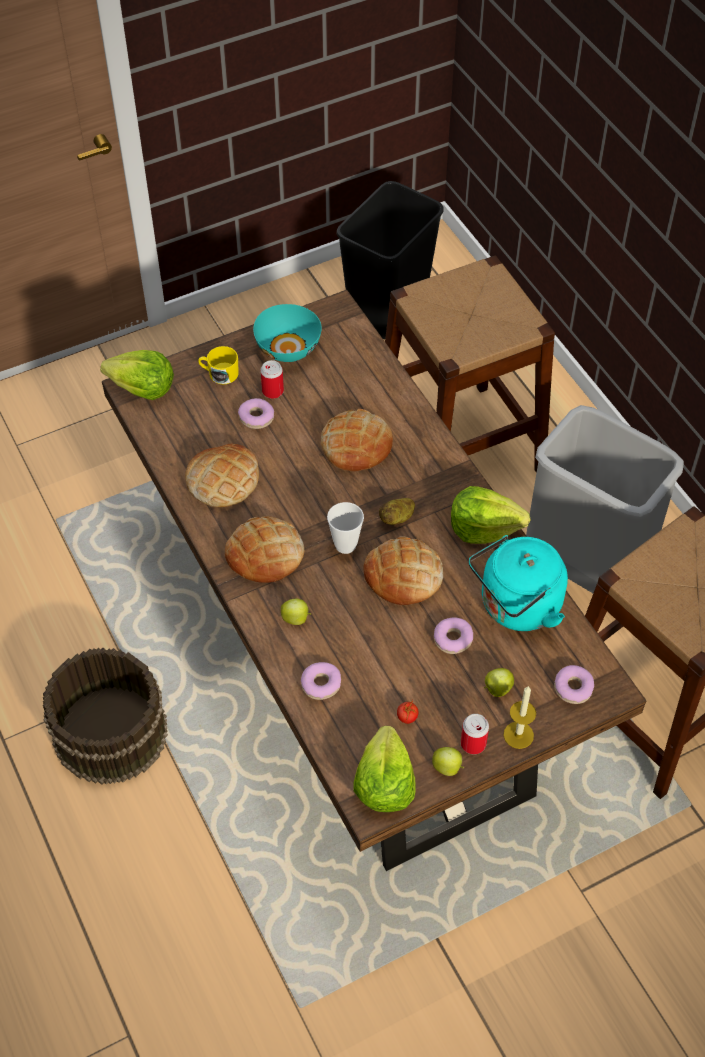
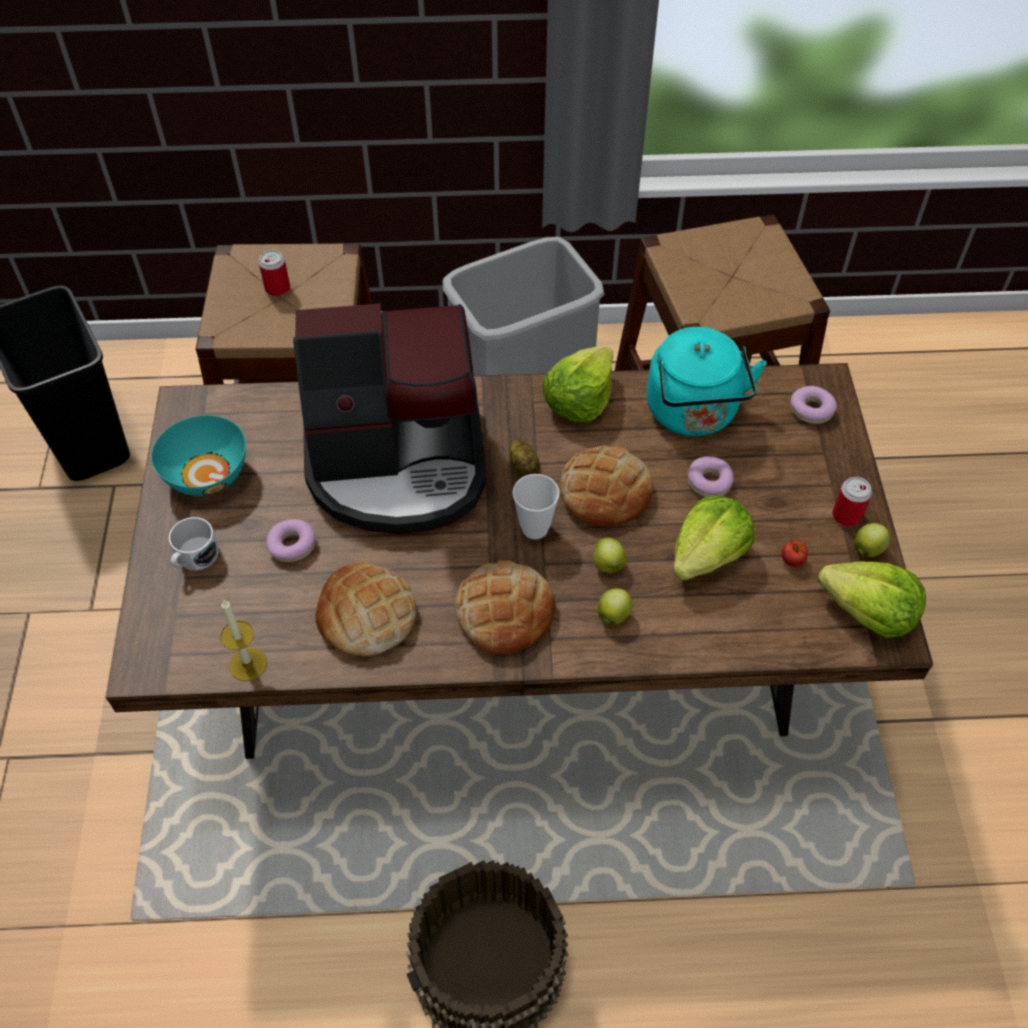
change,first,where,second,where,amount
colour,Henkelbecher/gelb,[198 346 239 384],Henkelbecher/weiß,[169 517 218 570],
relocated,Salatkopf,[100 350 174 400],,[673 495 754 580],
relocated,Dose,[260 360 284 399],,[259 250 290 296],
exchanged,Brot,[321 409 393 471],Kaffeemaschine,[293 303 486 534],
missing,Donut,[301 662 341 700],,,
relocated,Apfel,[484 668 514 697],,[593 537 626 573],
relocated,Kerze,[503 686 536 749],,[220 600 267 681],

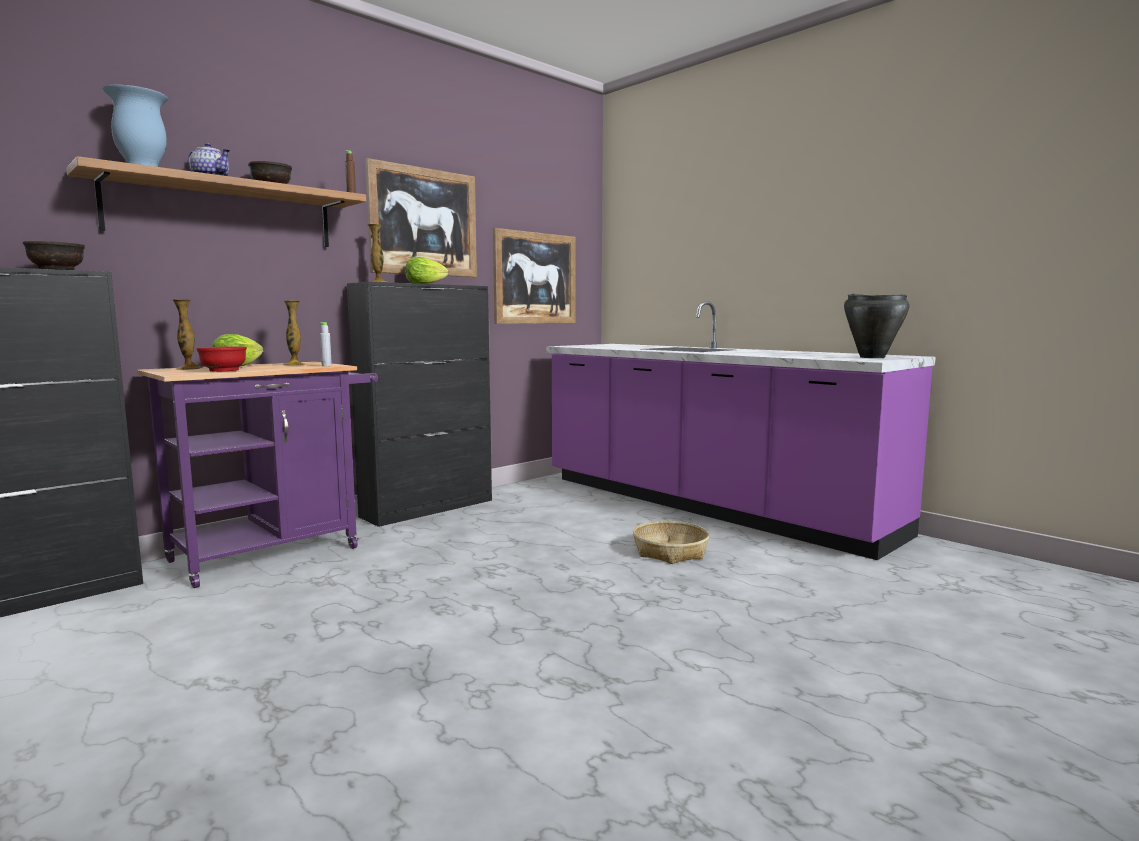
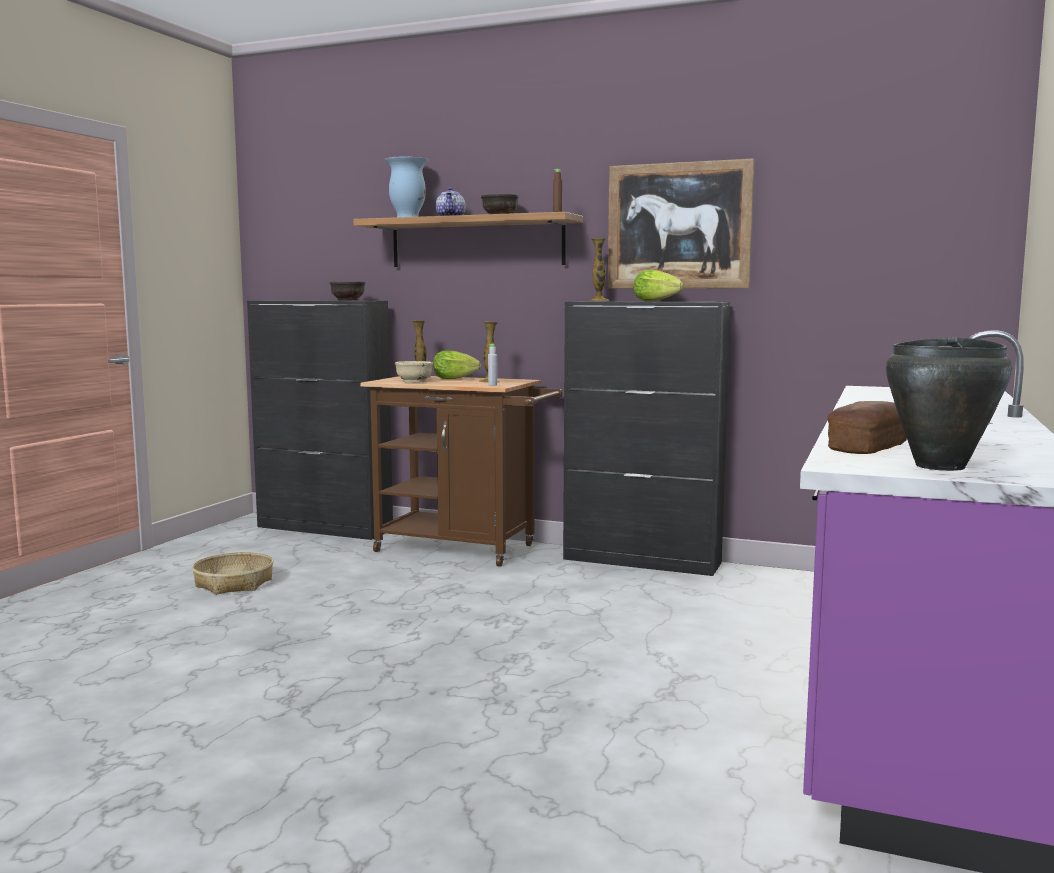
change,first,where,second,where,amount
missing,Bild,[493 228 576 324],,,
colour,Schüssel/rot,[197 347 247 371],Schüssel/beige,[395 361 433 383],
colour,Rollwagen/lila,[137 361 378 588],Rollwagen/braun,[360 376 562 567],
relocated,Korb,[633 521 709 564],,[192 552 274 595],
appeared,,,Brot,[827 401 907 454],

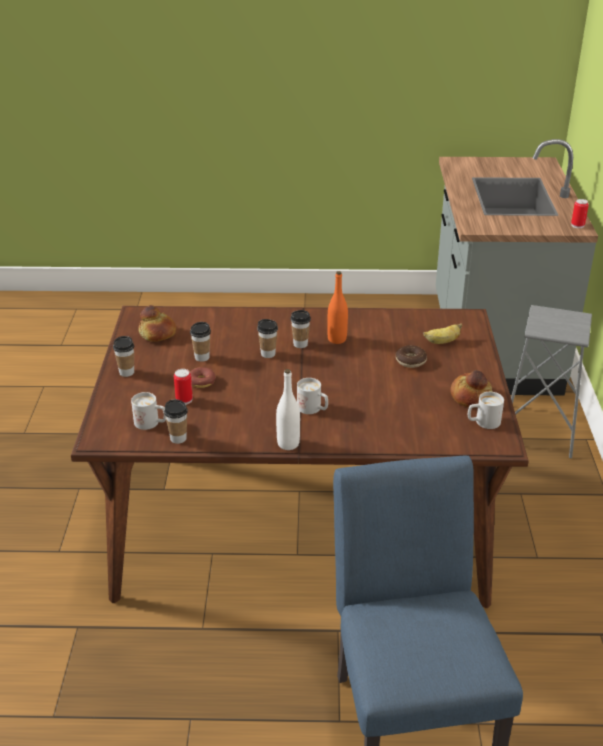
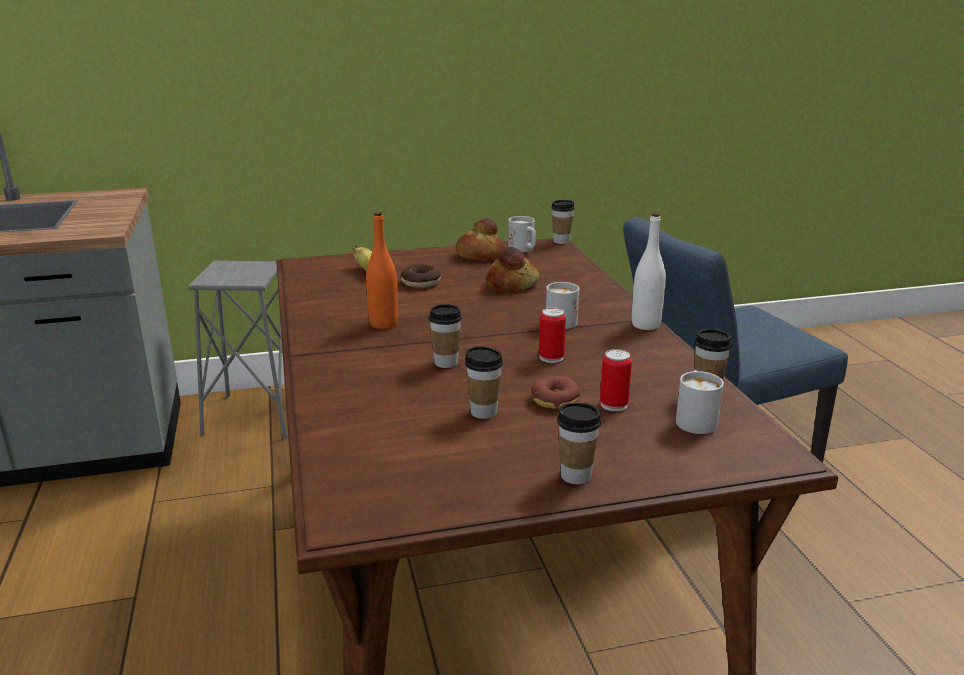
change,first,where,second,where,amount
relocated,Dose,[571 199 589 228],,[539 307 566 363],
relocated,Brot,[138 305 176 342],,[486 247 540 292],
relocated,Tasse,[290 310 311 348],,[551 200 575 244],

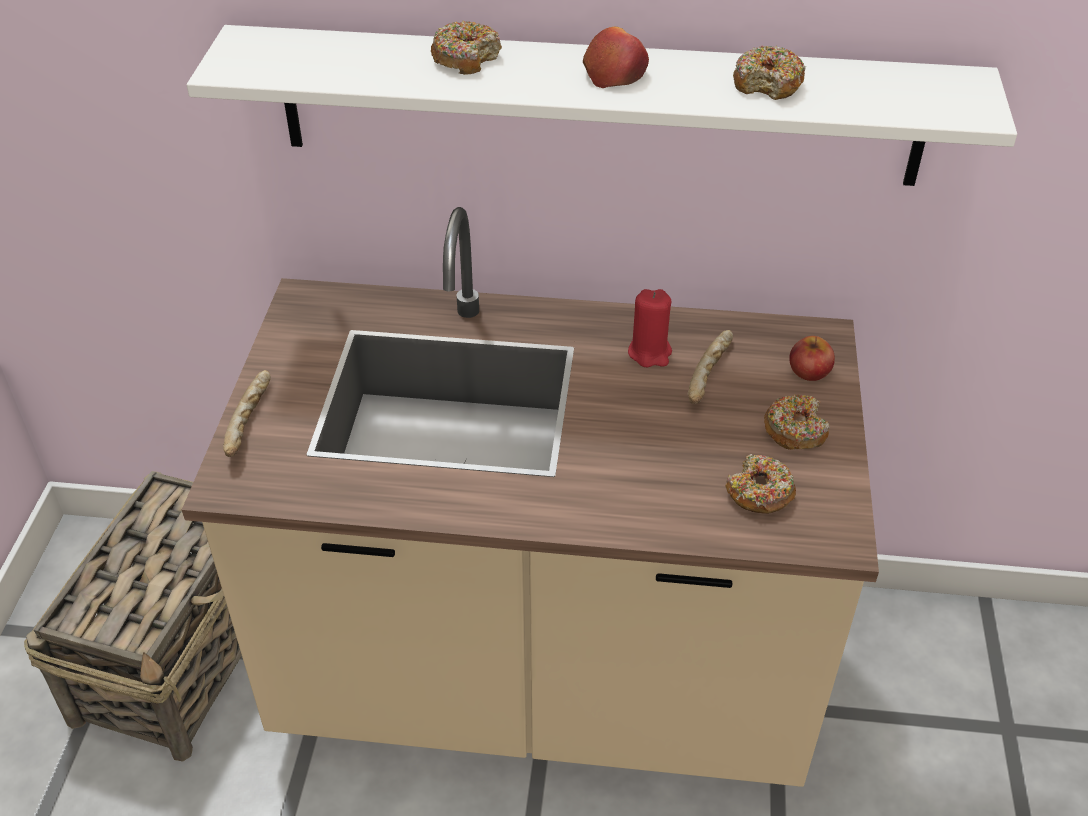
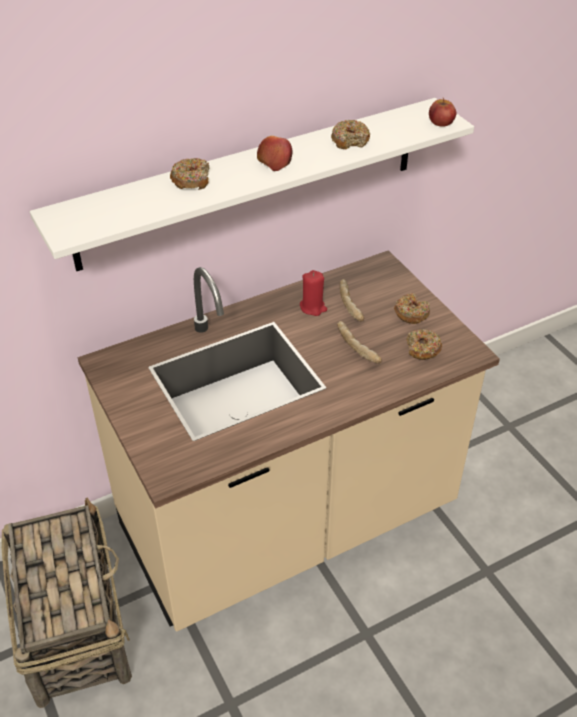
change,first,where,second,where,amount
relocated,Apfel,[789 336 835 381],,[429 98 456 127],
relocated,Brot,[223 370 271 457],,[337 321 382 364],

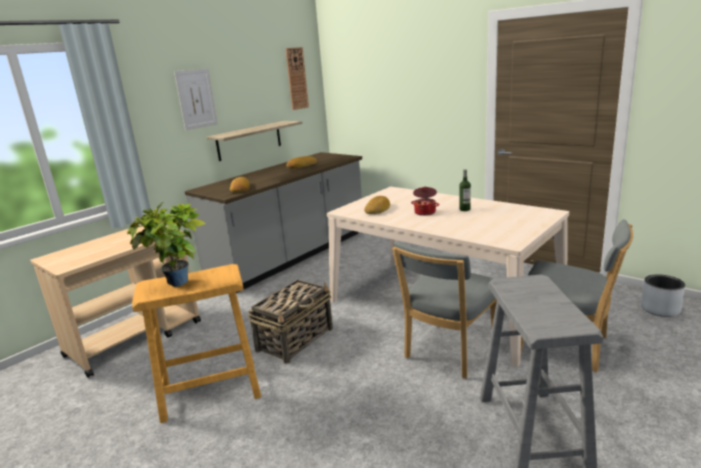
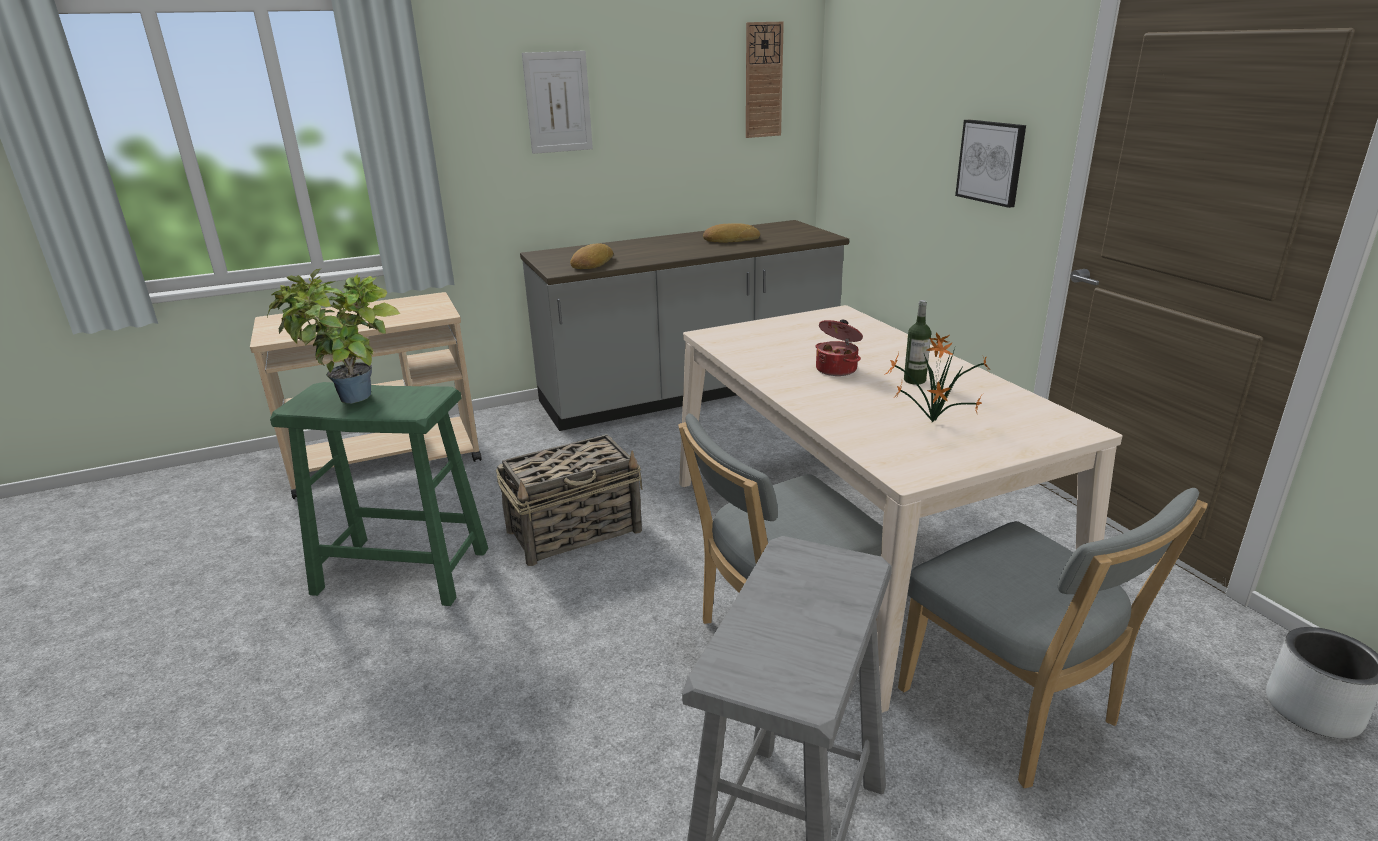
change,first,where,second,where,amount
missing,Wandregal,[206 121 302 161],,,
missing,Brot,[364 196 390 214],,,
colour,Hocker/beige,[132 264 261 423],Hocker/grün,[270 382 488 606],
appeared,,,Bild,[955 120 1026 208],
appeared,,,Topfpflanze,[884 332 991 422],

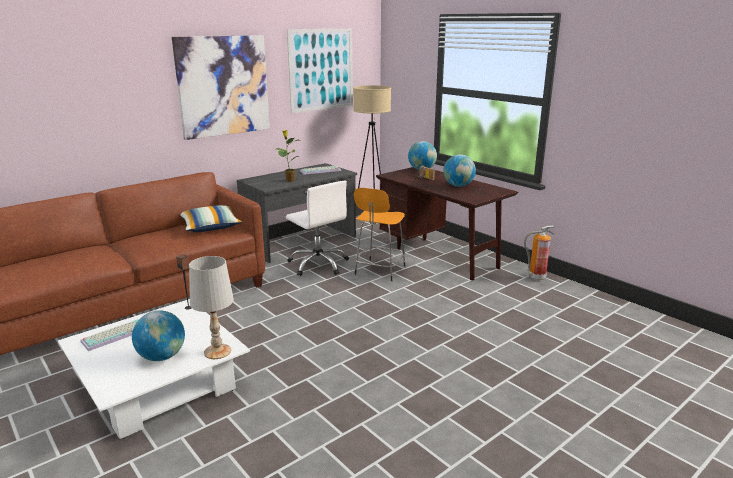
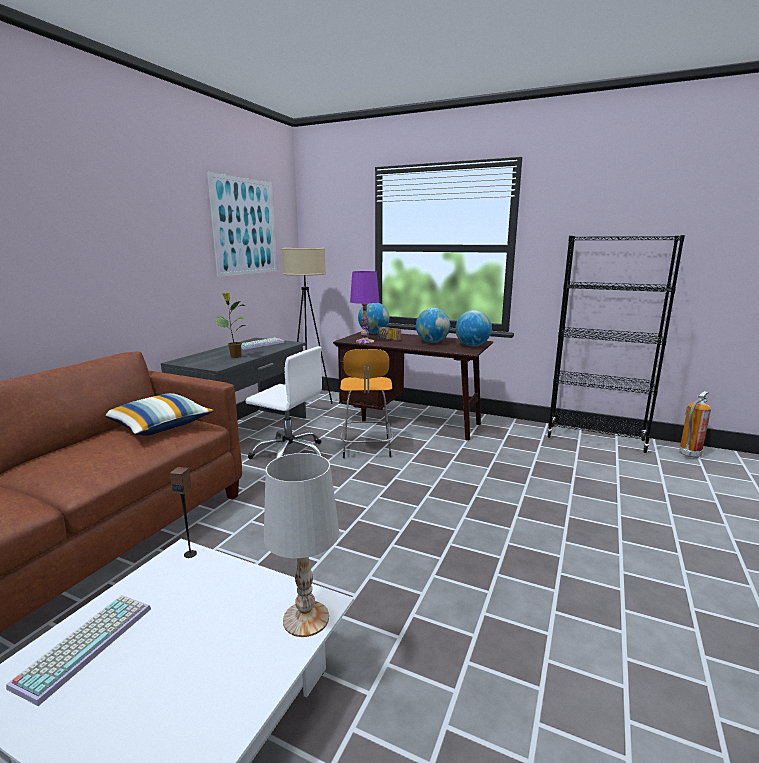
change,first,where,second,where,amount
missing,Bild,[172 35 270 140],,,
relocated,Feuerlöscher,[524 225 555 281],,[679 391 711 458],
relocated,Globus,[132 310 185 361],,[456 310 492 346],
appeared,,,Bücherregal/schwarz,[547 235 685 453],
appeared,,,Tischlampe/lila,[350 271 379 344],

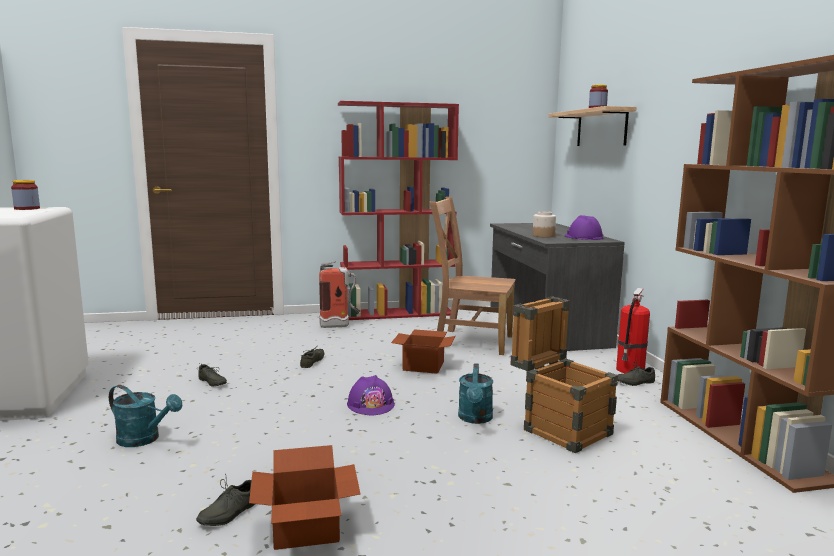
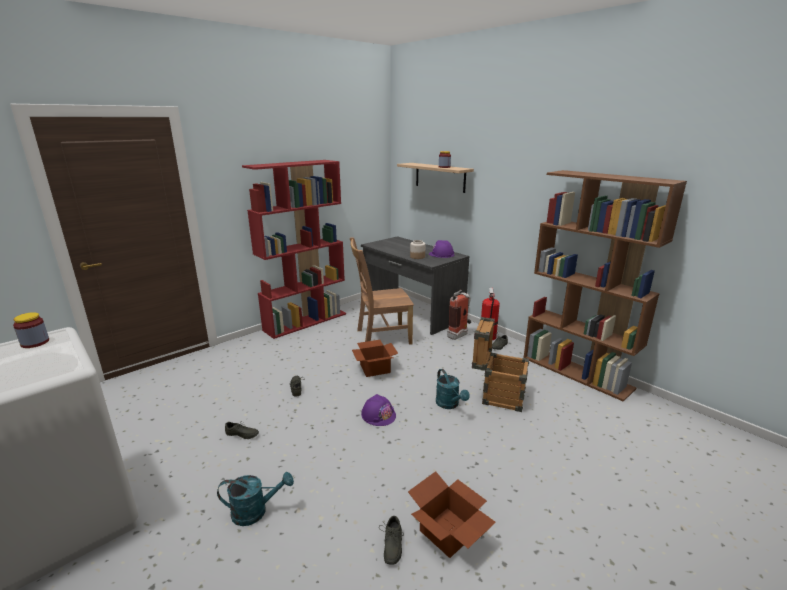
change,first,where,second,where,amount
relocated,Feuerlöscher,[319 261 361 328],,[447 290 471 340],

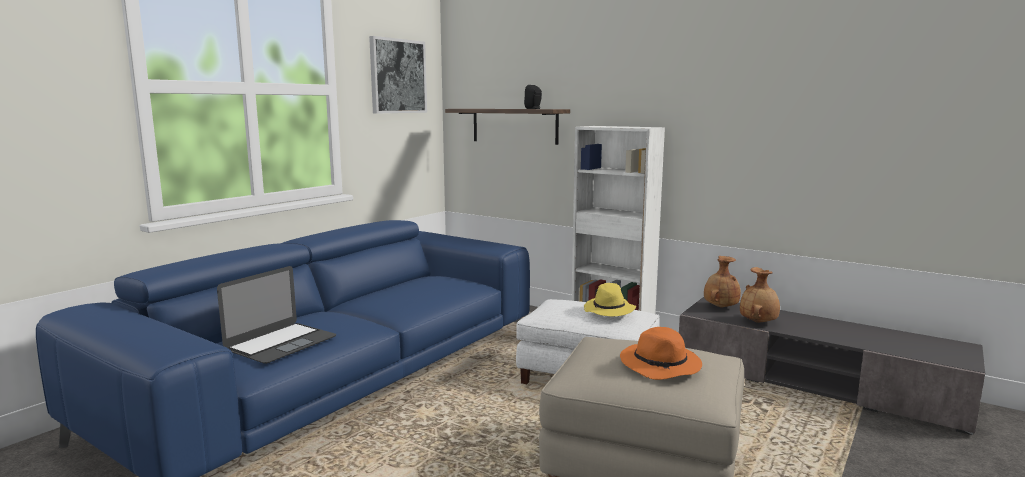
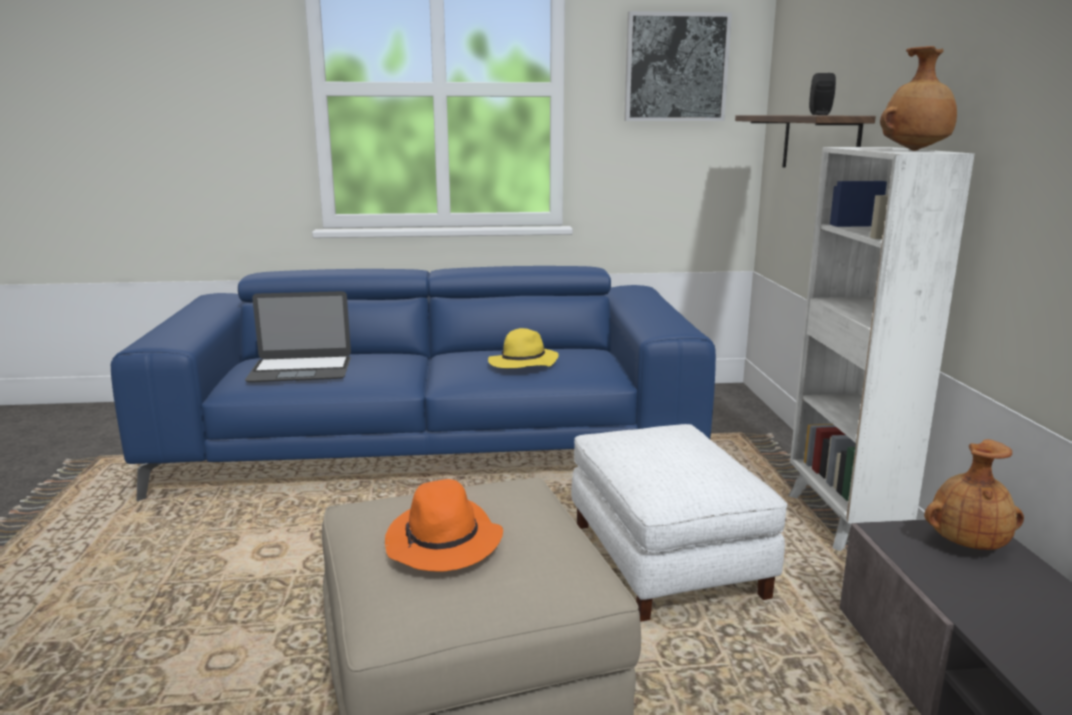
change,first,where,second,where,amount
relocated,Vase/braun,[740 267 780 323],,[880 46 957 151],
relocated,Hut/gelb,[584 283 636 317],,[488 328 559 368],

